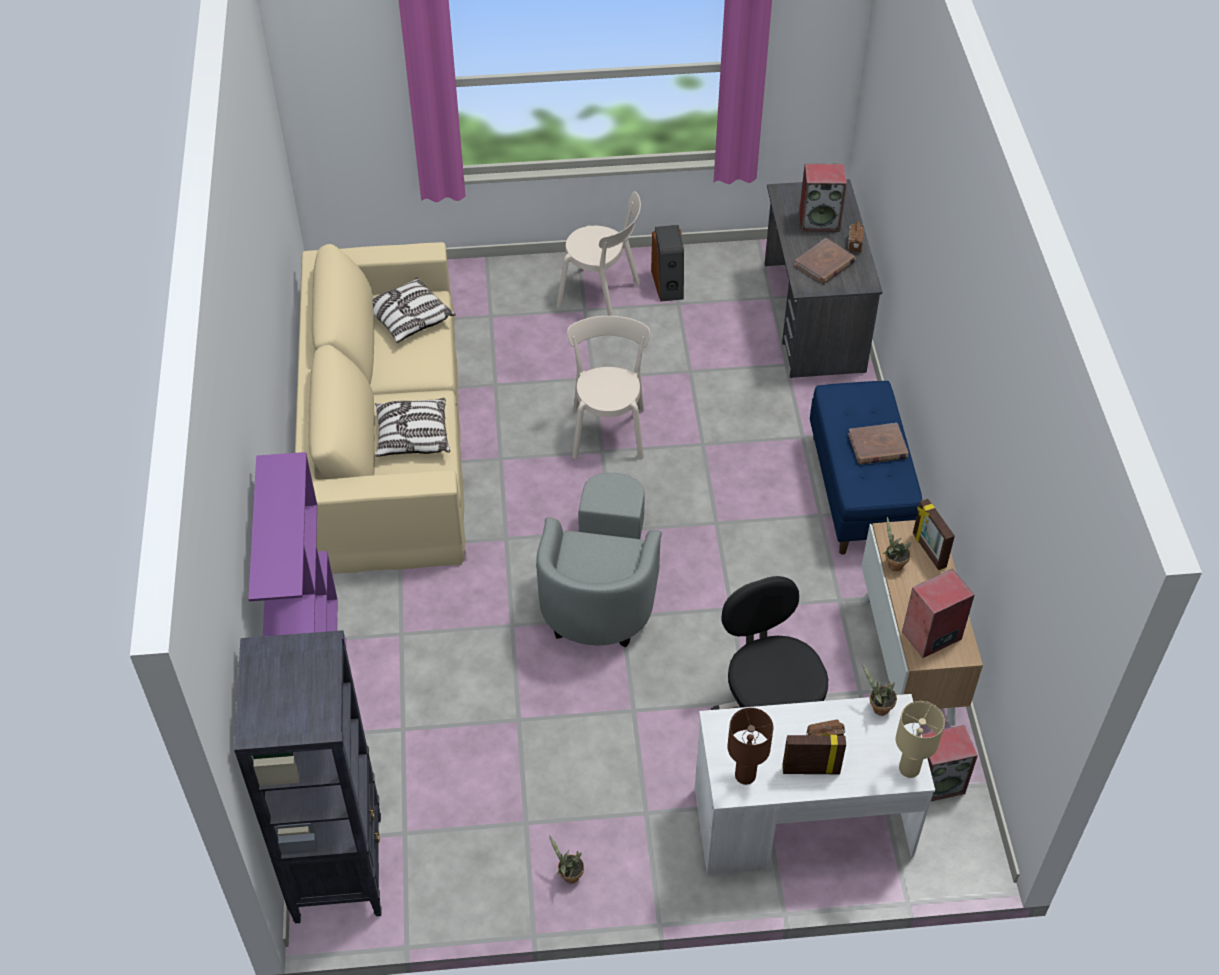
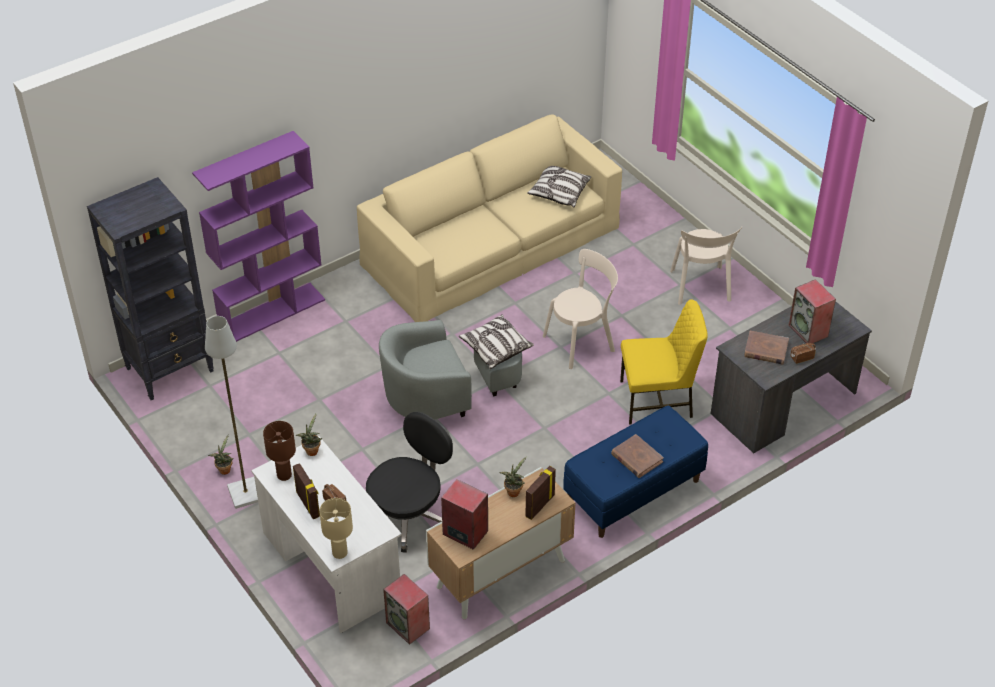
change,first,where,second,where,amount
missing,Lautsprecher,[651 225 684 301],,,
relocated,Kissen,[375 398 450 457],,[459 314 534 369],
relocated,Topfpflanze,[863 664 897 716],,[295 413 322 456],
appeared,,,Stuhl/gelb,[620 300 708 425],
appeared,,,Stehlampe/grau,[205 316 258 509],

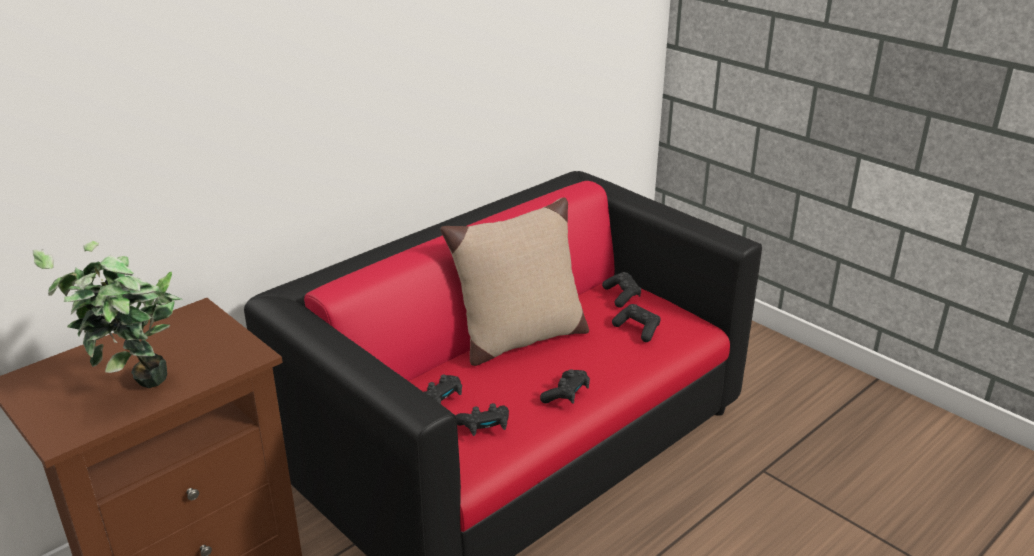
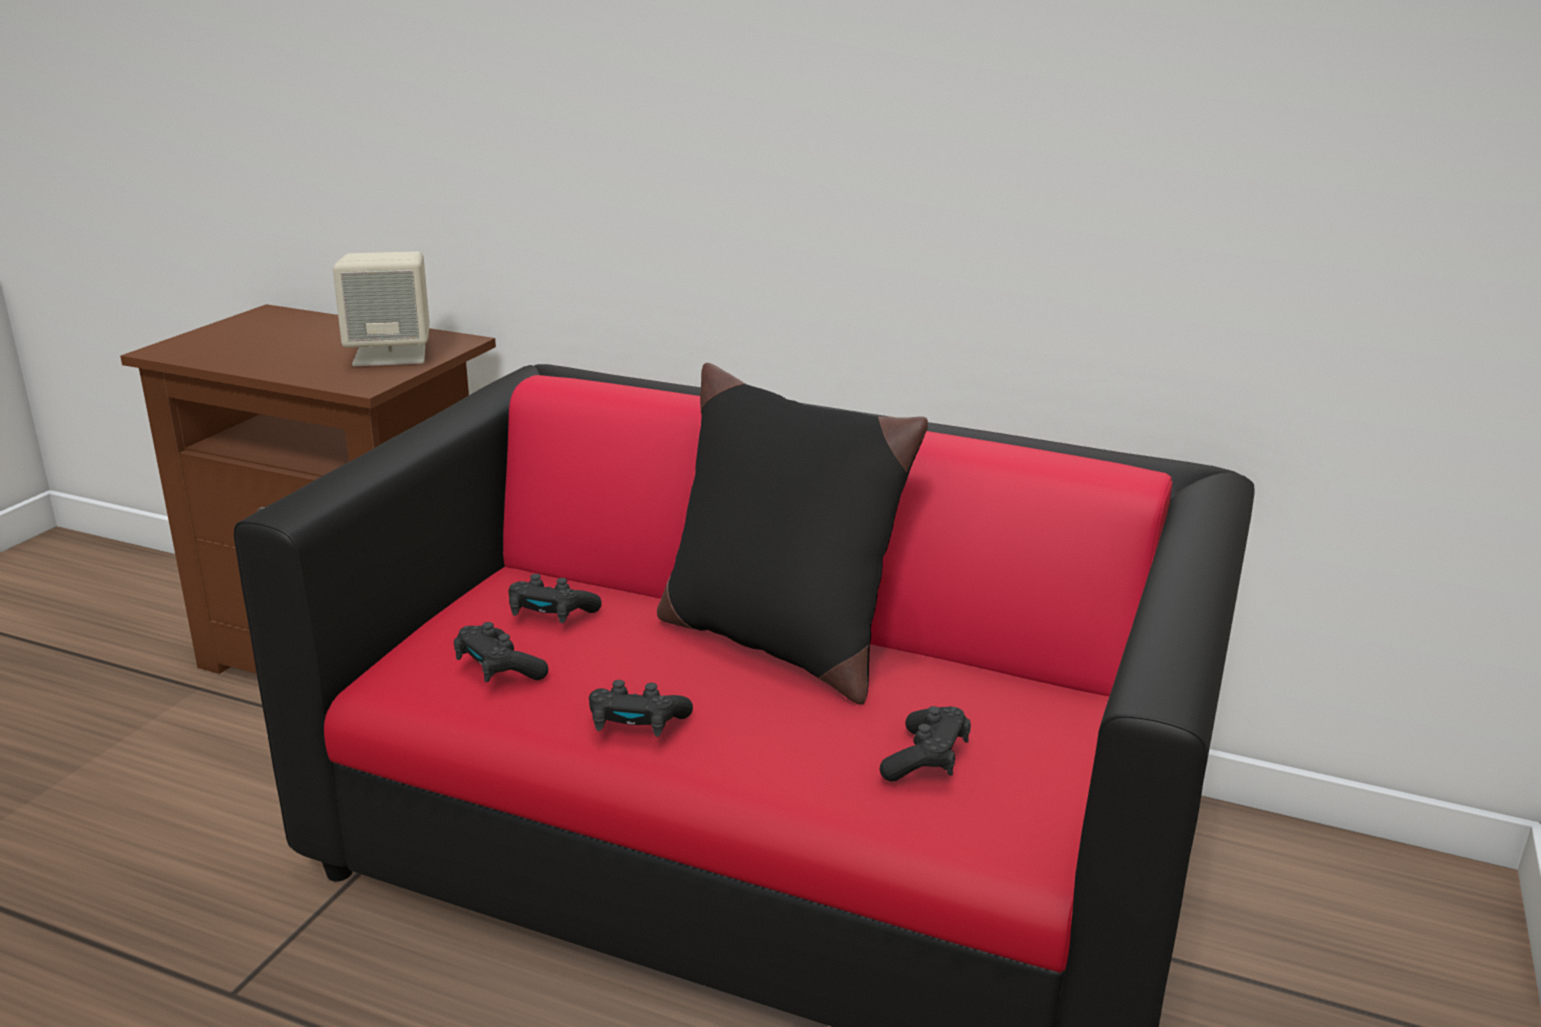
change,first,where,second,where,amount
colour,Kissen/beige,[440 197 589 366],Kissen/schwarz,[657 363 928 705],
missing,Topfpflanze,[33 241 183 388],,,
missing,Gamepad/schwarz,[602 272 641 308],,,
appeared,,,Lautsprecher/beige,[333 251 430 366],

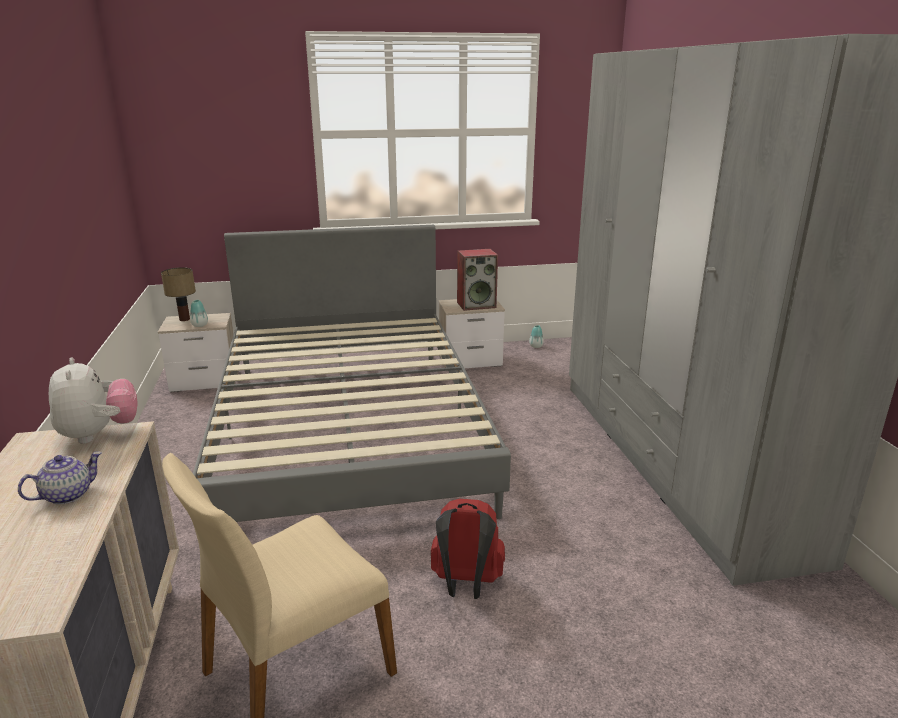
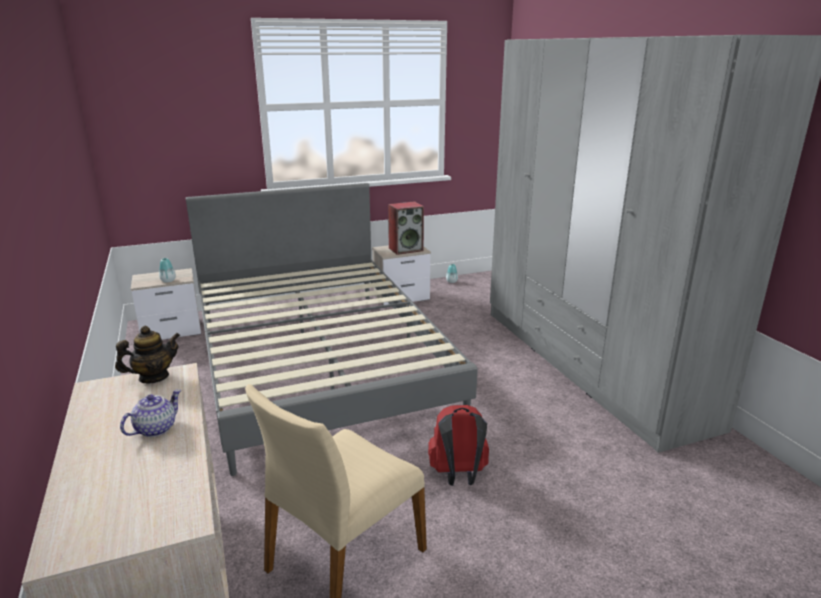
change,first,where,second,where,amount
missing,Tischlampe,[161 267 196 321],,,
exchanged,Plüschtier,[49 357 138 444],Teekanne,[115 326 180 383],

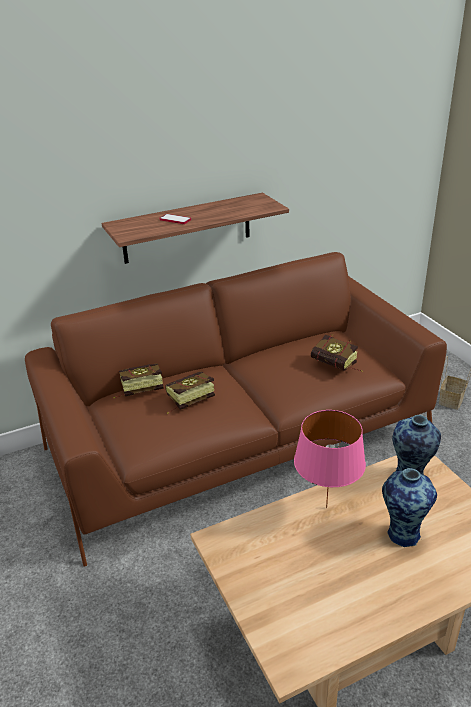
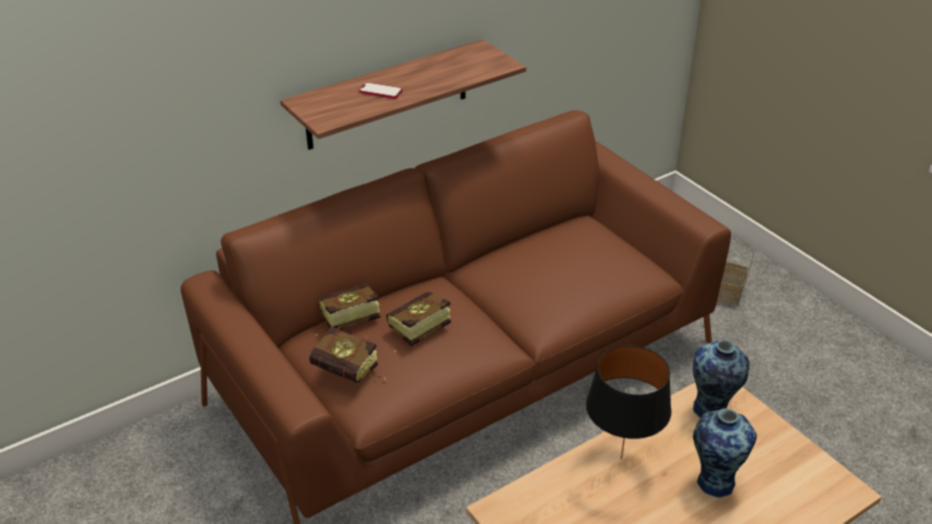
change,first,where,second,where,amount
relocated,Buch,[311 334 363 372],,[309 326 386 383],
colour,Tischlampe/rosa,[294 410 366 508],Tischlampe/schwarz,[586 345 671 459],

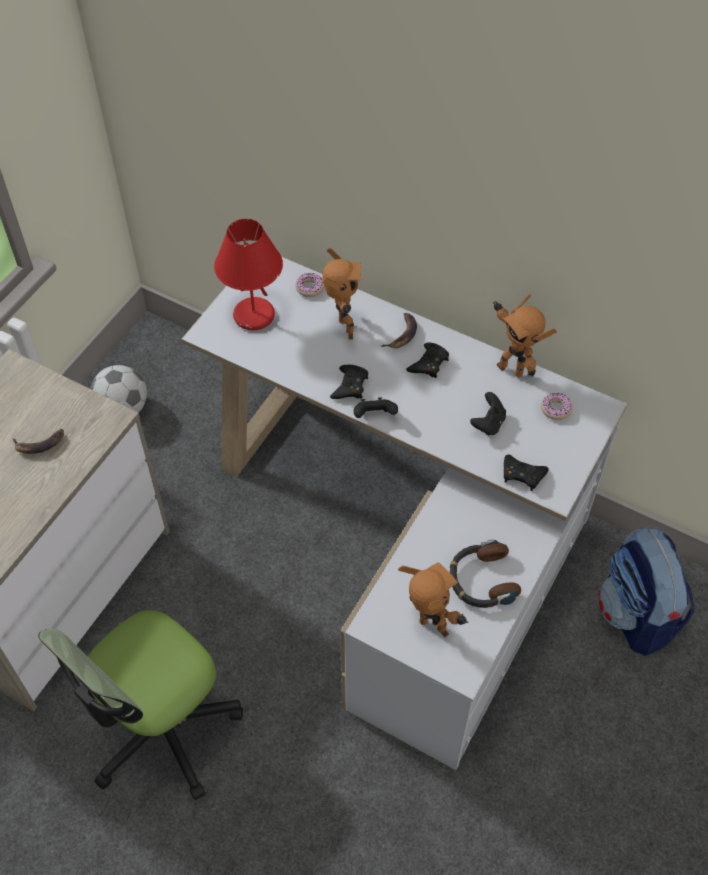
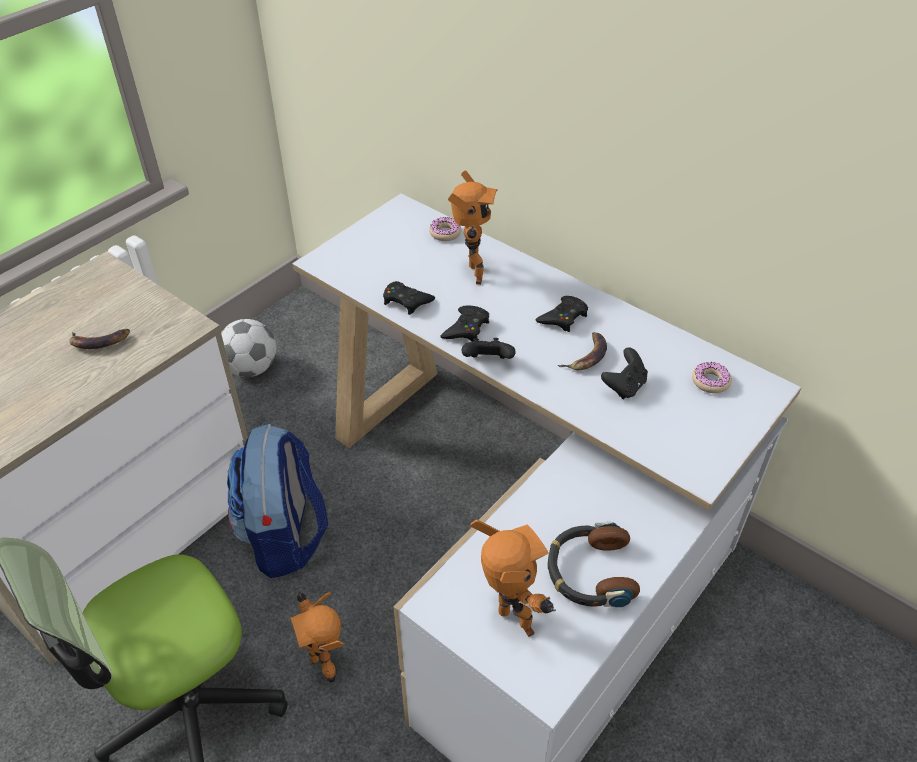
change,first,where,second,where,amount
missing,Tischlampe/rot,[214 219 283 330],,,
relocated,Spielzeugroboter,[493 294 557 377],,[290 591 344 684],
relocated,Banane,[380 313 417 348],,[558 332 607 370],
relocated,Gamepad/schwarz,[504 454 549 491],,[383 281 435 315],
relocated,Rucksack,[598 528 694 656],,[227 424 328 578],

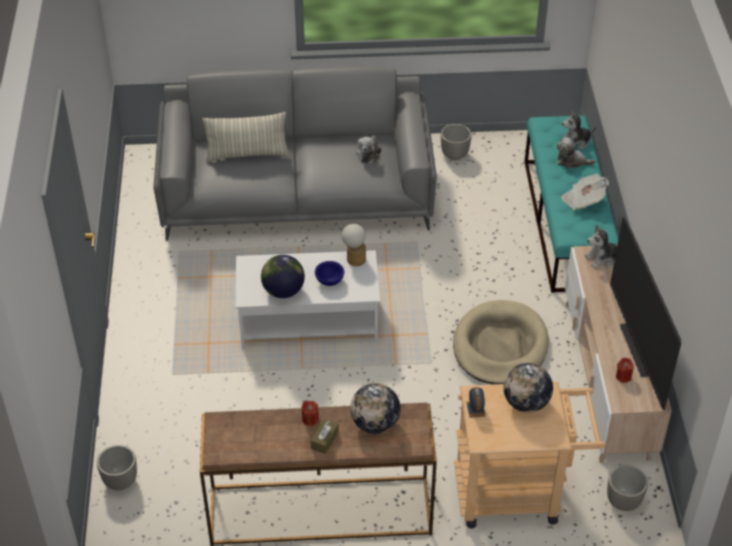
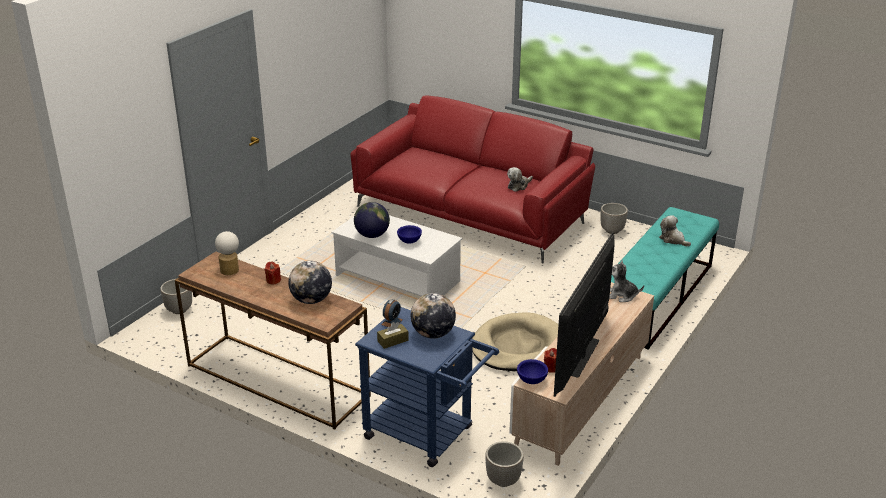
change,first,where,second,where,amount
colour,Sofa/grau,[153 66 437 241],Sofa/rot,[350 95 595 264],
missing,Plüschtier,[560 110 596 150],,,
missing,Kissen,[202 112 290 162],,,
missing,Zeitung,[561 174 609 211],,,
relocated,Tischlampe,[342 224 366 266],,[215 231 239 275],
colour,Rollwagen/beige,[454 382 605 528],Rollwagen/blau,[355 307 499 467],
relocated,Taschentuchbox/braun,[310 419 339 454],,[377 322 409 349],
appeared,,,Schüssel/blau,[517 359 548 384],

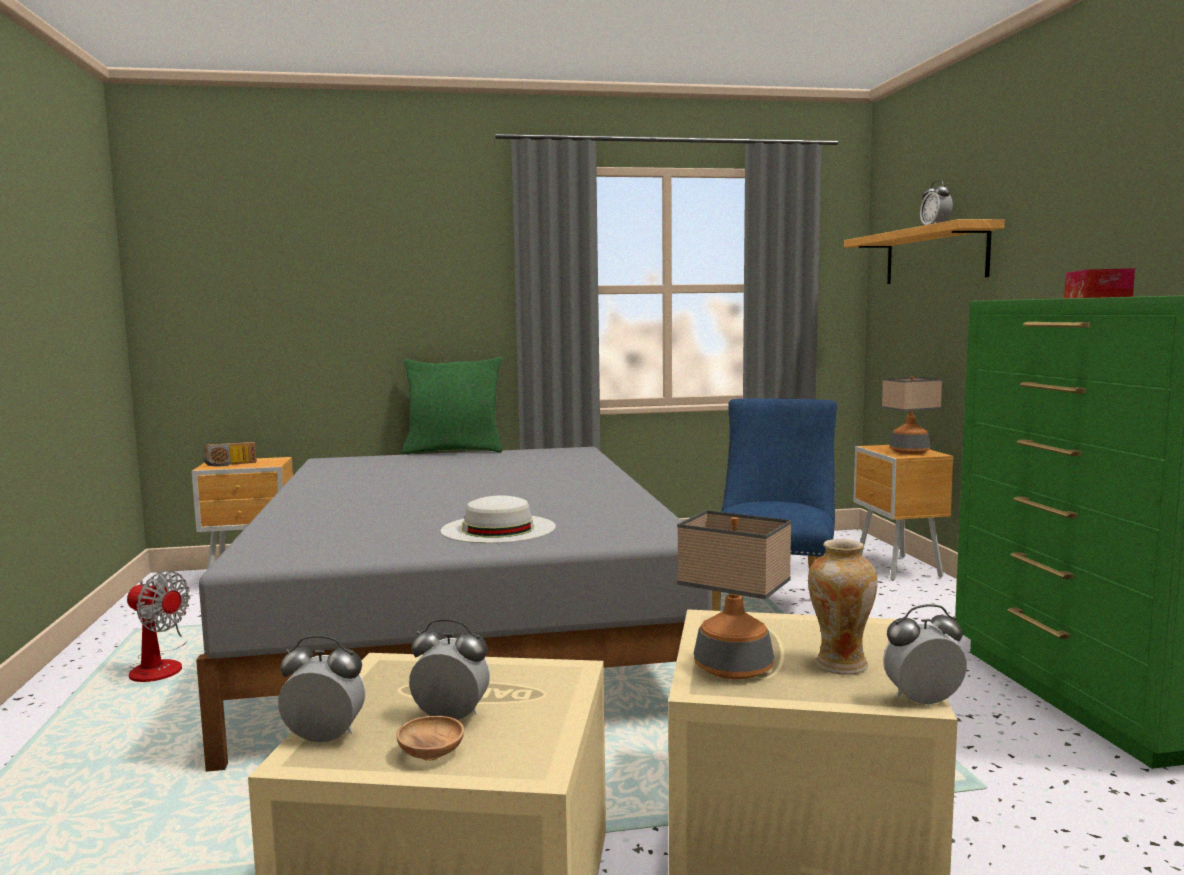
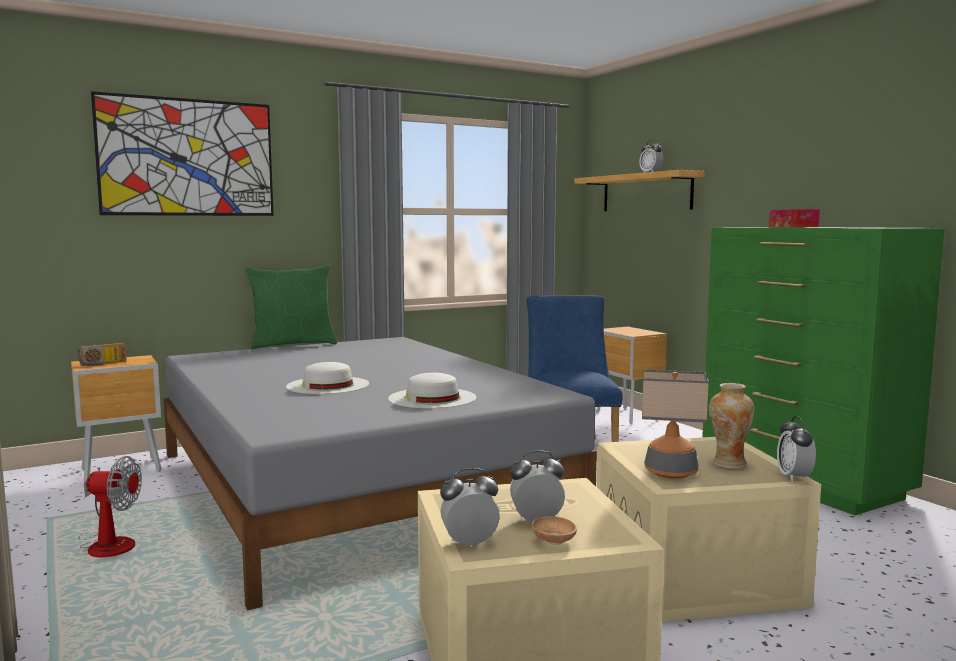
change,first,where,second,where,amount
missing,Tischlampe,[882 377 942 454],,,
spun,Wecker,[883 604 967 707],,[777 416 816 482],60 degrees counterclockwise
appeared,,,Bild,[91 91 274 216],
appeared,,,Hut/weiß,[286 362 369 394],

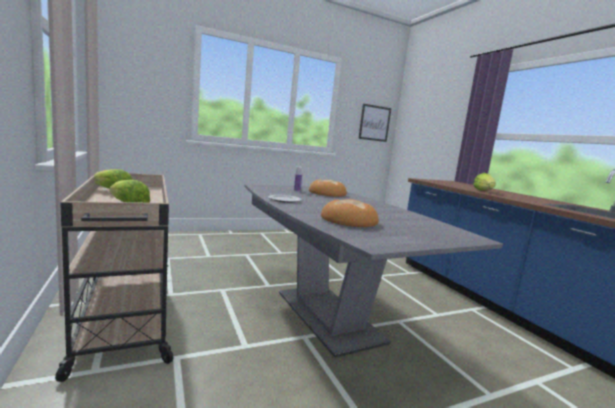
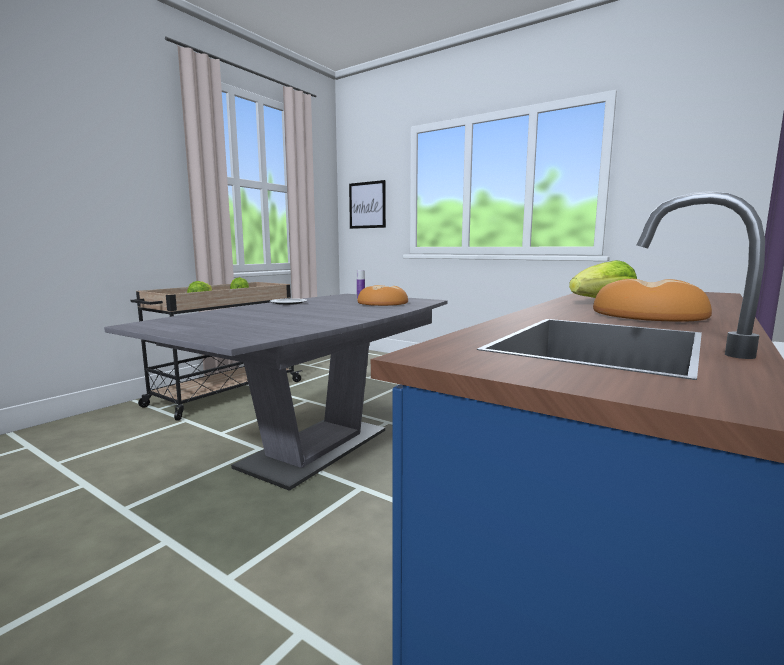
change,first,where,second,where,amount
relocated,Bild,[358 104 391 142],,[349 180 386 229],
relocated,Brot,[321 199 379 227],,[593 279 712 322],

